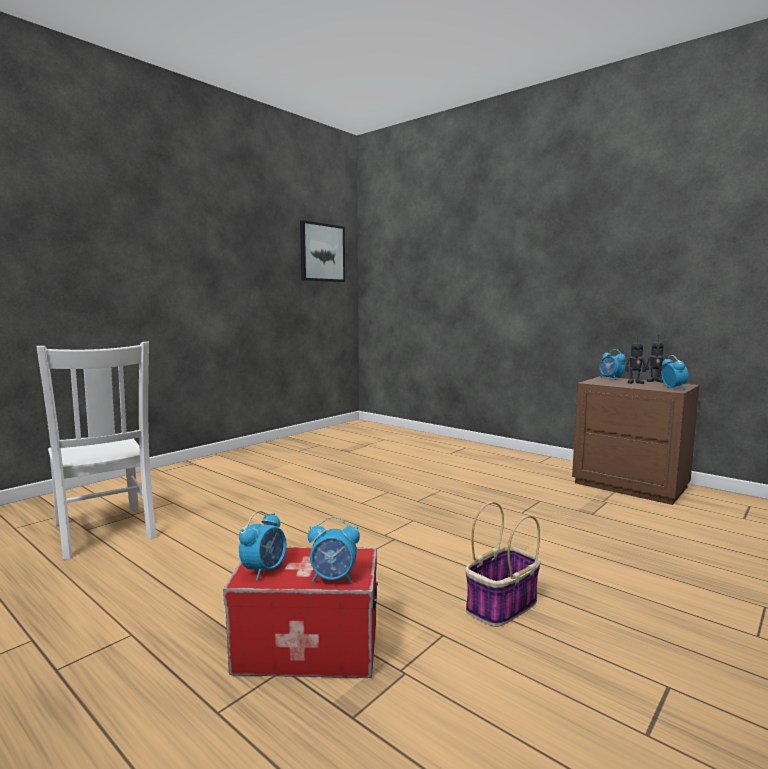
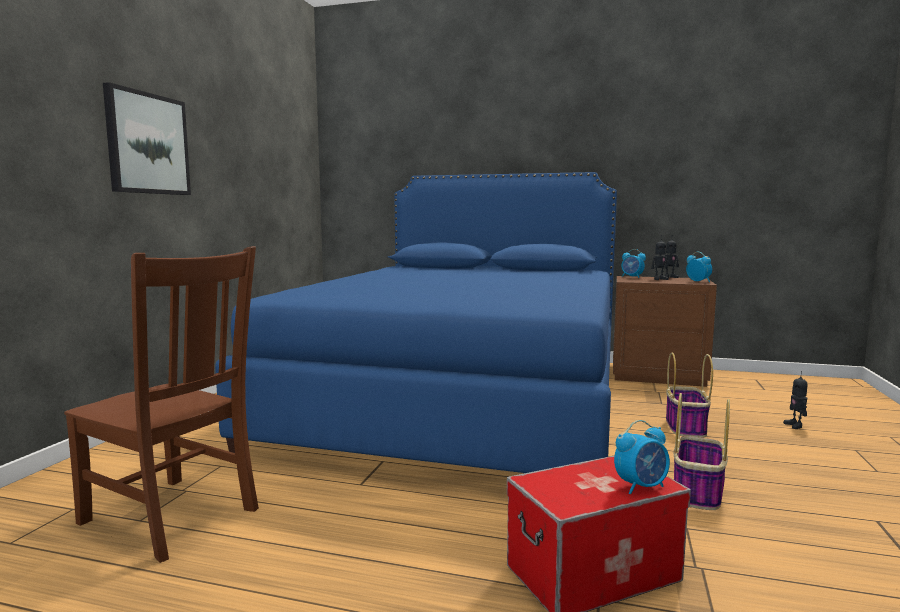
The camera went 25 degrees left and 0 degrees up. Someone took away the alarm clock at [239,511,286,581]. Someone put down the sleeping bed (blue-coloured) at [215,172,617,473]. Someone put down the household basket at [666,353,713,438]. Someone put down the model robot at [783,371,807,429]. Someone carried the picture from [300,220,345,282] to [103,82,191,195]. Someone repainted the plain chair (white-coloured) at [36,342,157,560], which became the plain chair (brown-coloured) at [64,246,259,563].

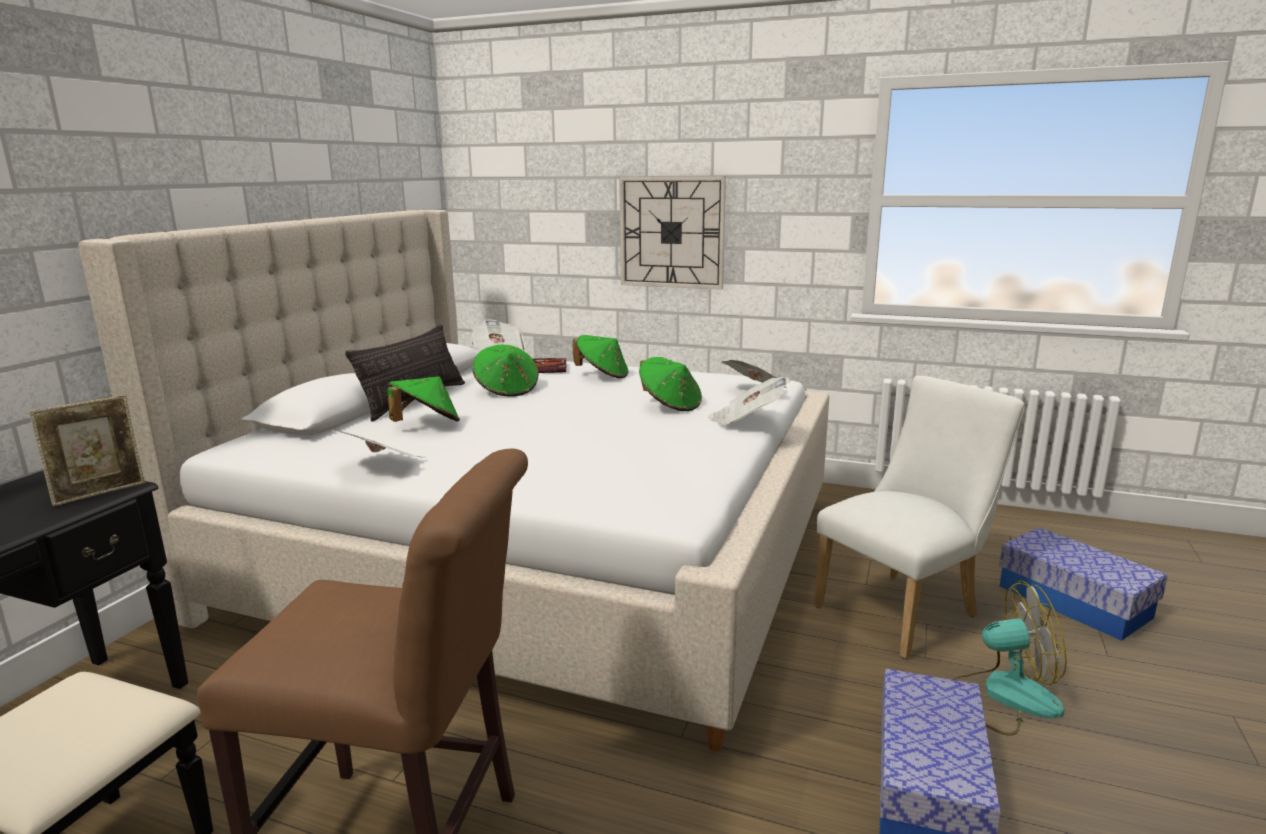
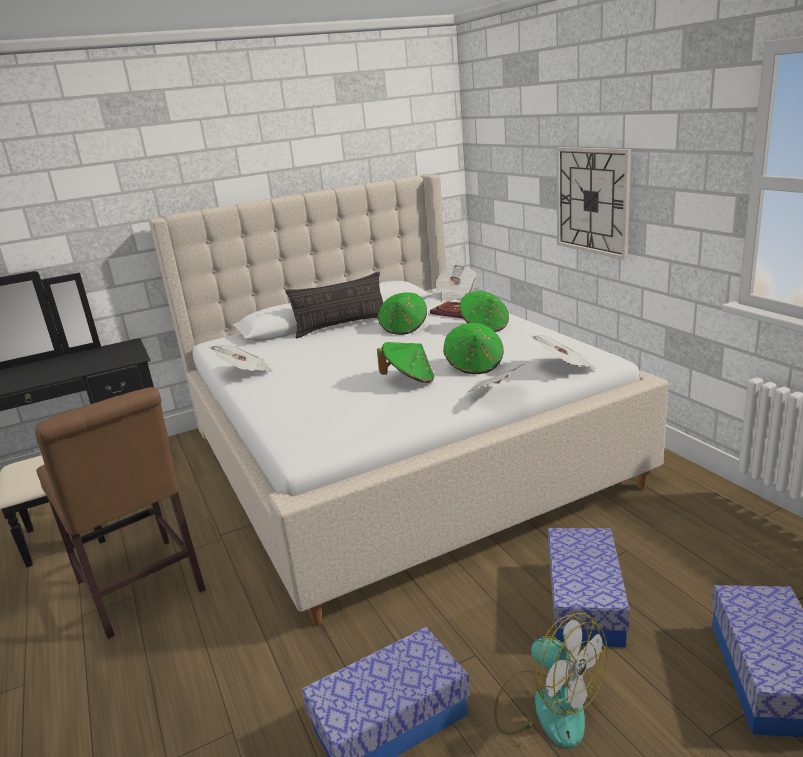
The camera went 45 degrees right and 5 degrees up. Someone took away the picture frame at [29,395,145,506]. Someone carried the clothing hat (green) from [387,376,460,422] to [377,342,434,383]. Someone swapped the plain chair (white-coloured) at [814,376,1025,659] for the storage bin at [548,528,630,647].

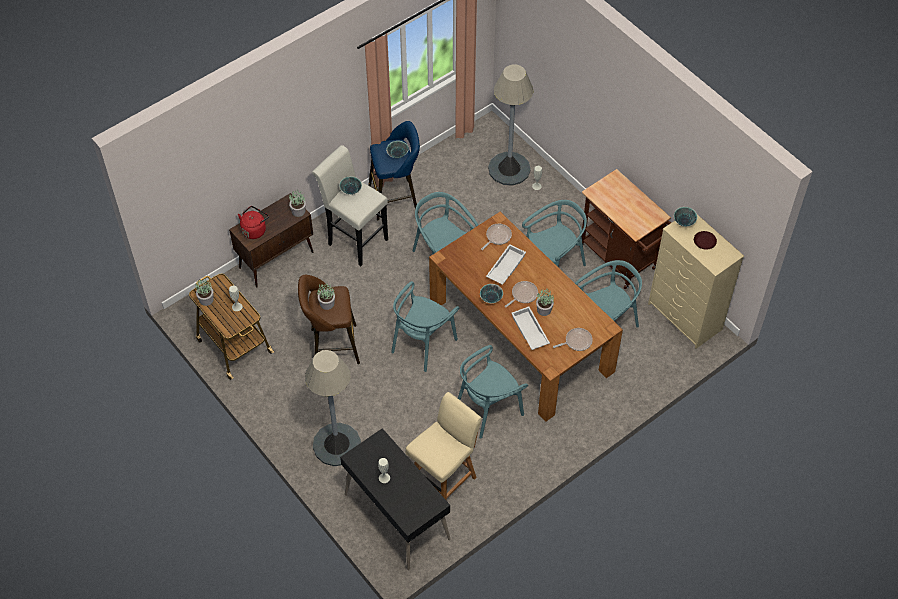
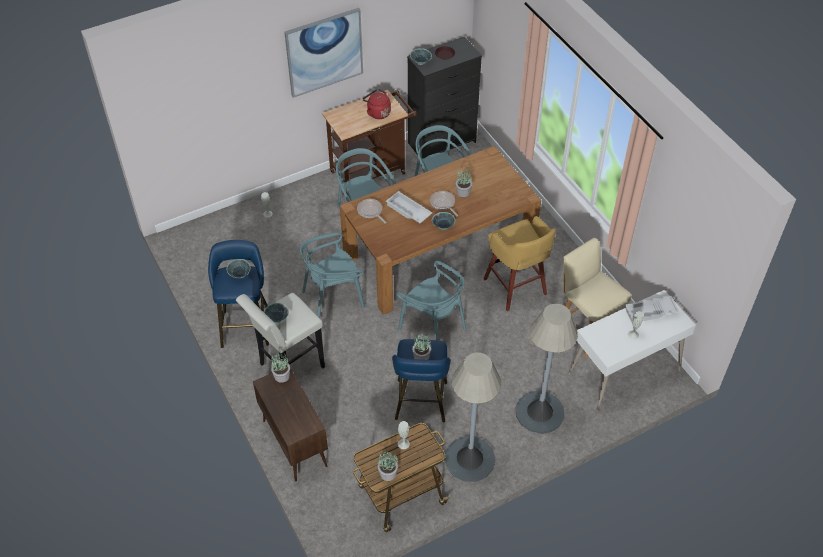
The camera went 80 degrees left and 5 degrees down. Someone took away the skillet at [553,328,593,351]. Someone put up the picture at [284,8,363,98]. Someone carried the tea kettle (reddish) from [238,206,269,239] to [363,89,391,119]. Someone carried the standing lamp (greyish) from [488,64,533,186] to [445,352,501,482]. Someone carried the tray (white-coloured) from [511,306,550,350] to [625,296,679,322]. Someone swapped the plain chair (turquoise-coloured) at [458,345,528,439] for the stool (yellow) at [483,216,556,311]. Someone repainted the stool (brown-coloured) at [298,275,360,364], which became the stool (blue-coloured) at [392,339,451,422]. Someone repainted the desk (blackish) at [340,428,451,570], which became the desk (white-coloured) at [568,290,696,412]. Someone repainted the dresser (sand-coloured) at [648,215,744,349], which became the dresser (blackish) at [407,36,482,159].

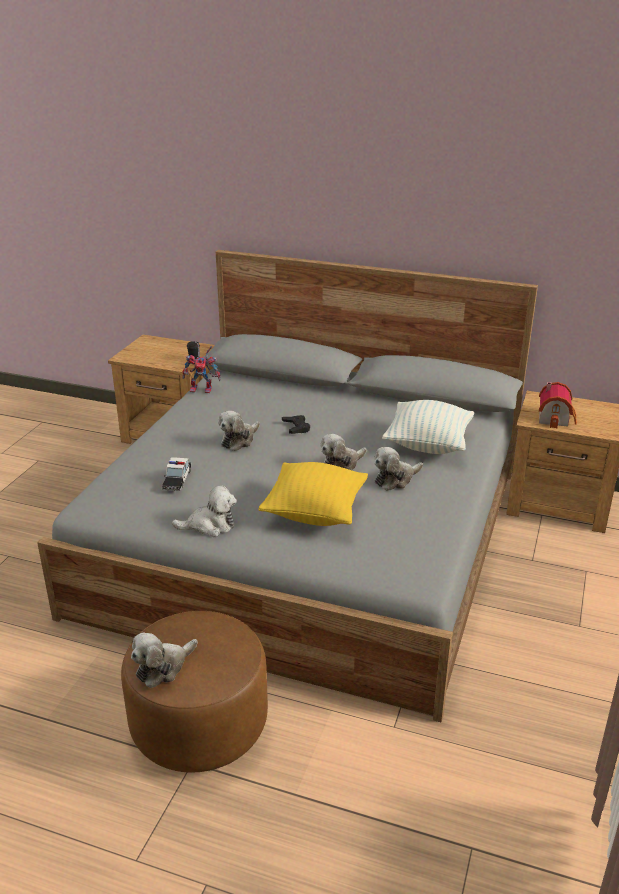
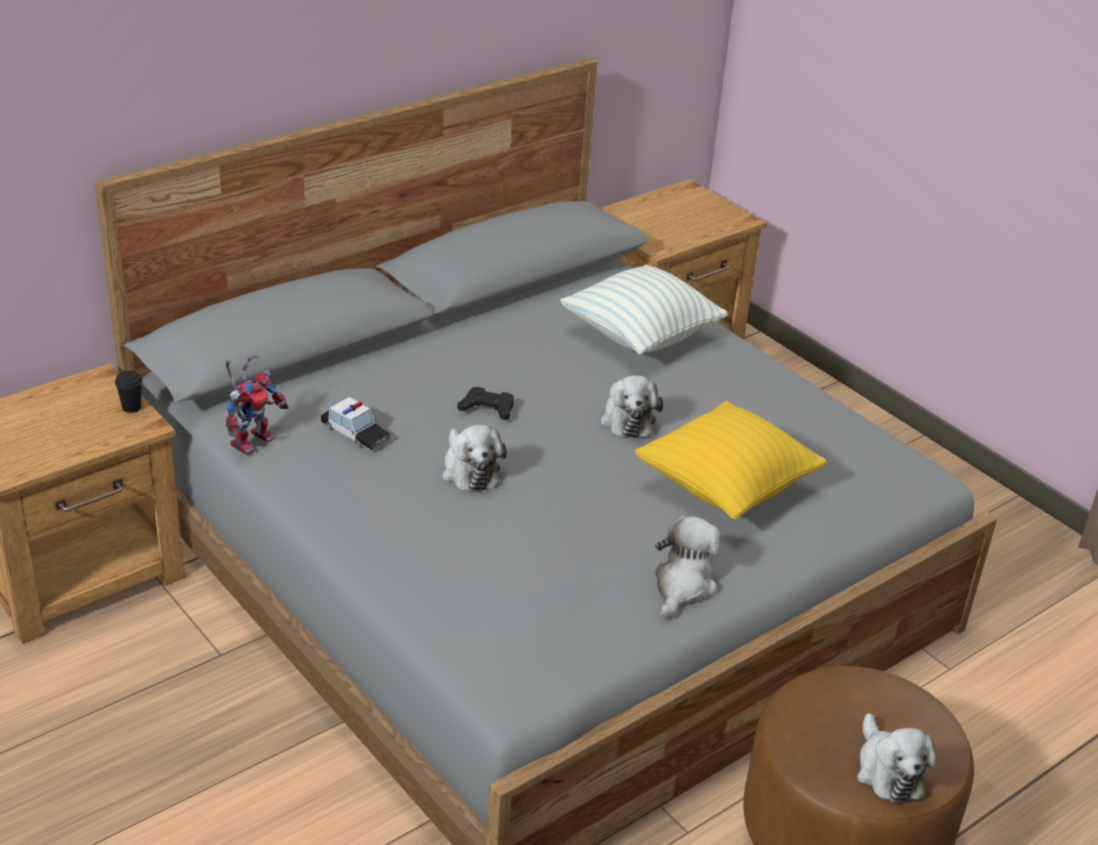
The camera went 60 degrees left and 5 degrees up. Someone took away the soft toy at [374,447,423,491]. Someone took away the toy house at [539,382,577,429]. Someone carried the miniature car from [162,457,191,491] to [321,397,391,451].

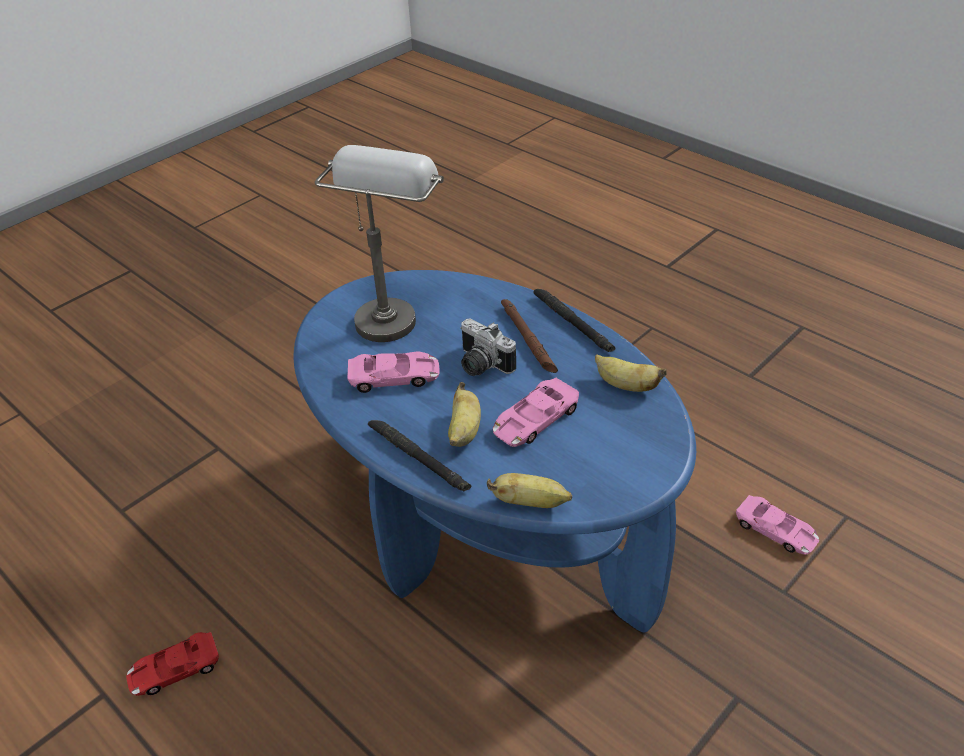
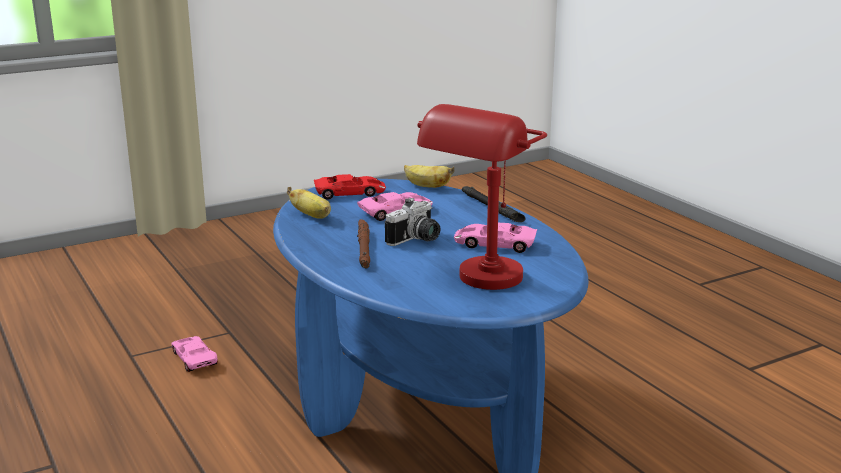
The camera went 165 degrees left and 20 degrees down. Someone took away the banana at [448,382,481,447]. Someone took away the flashlight (blackish) at [533,289,616,352]. Someone carried the miniature car (reddish) from [126,632,219,696] to [314,174,386,200]. Someone repainted the lamp for a table (greyish) at [315,145,444,342], which became the lamp for a table (reddish) at [417,104,547,290]. Someone rotated the still camera at [460,318,516,376] by 75 degrees clockwise.

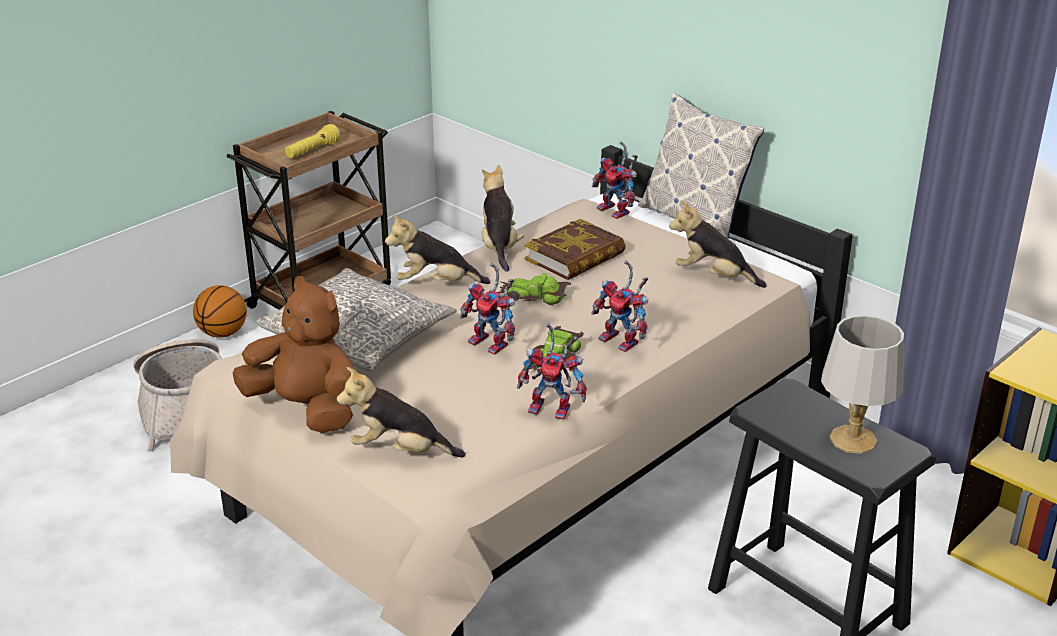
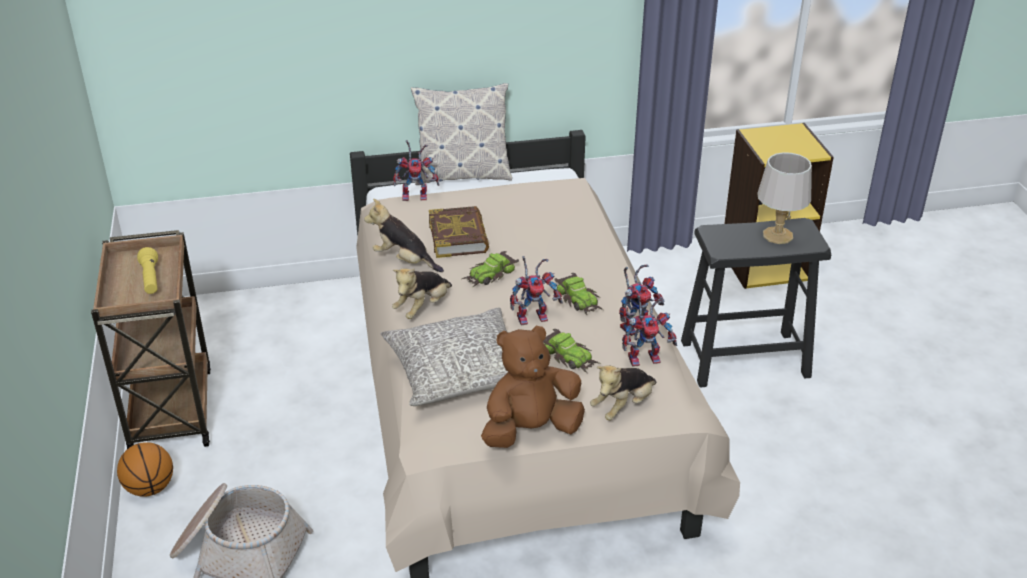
The camera went 55 degrees left and 5 degrees up. Someone took away the soft toy at [669,200,767,288]. Someone put down the miniature car at [543,329,601,373]. Someone carried the model robot from [592,261,649,352] to [622,295,677,367].

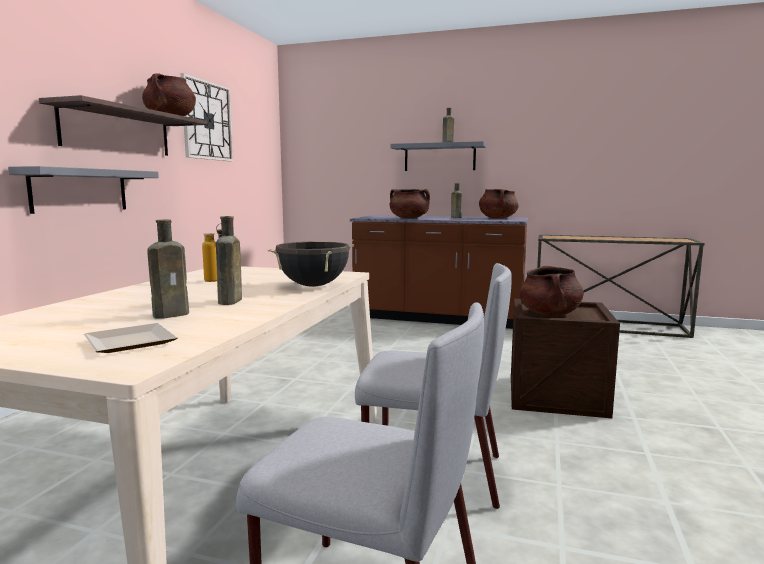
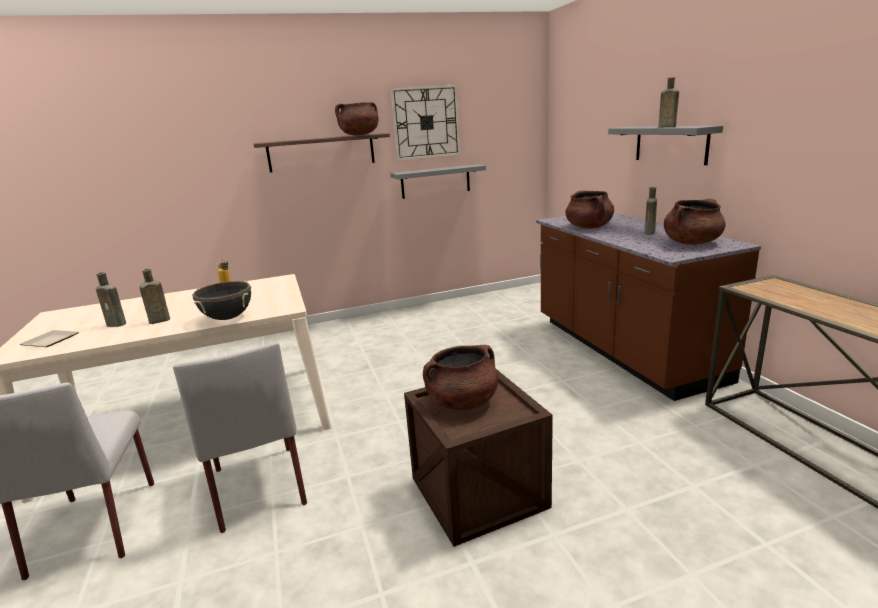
The camera went 55 degrees right and 10 degrees up. Someone carried the wall shelf (greyish) from [8,166,159,214] to [391,164,486,199].

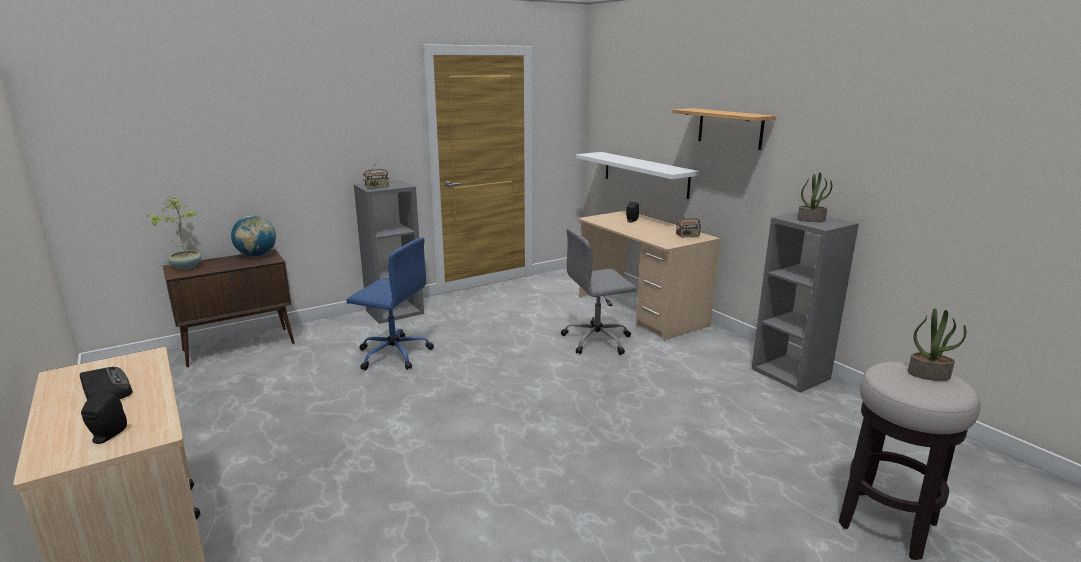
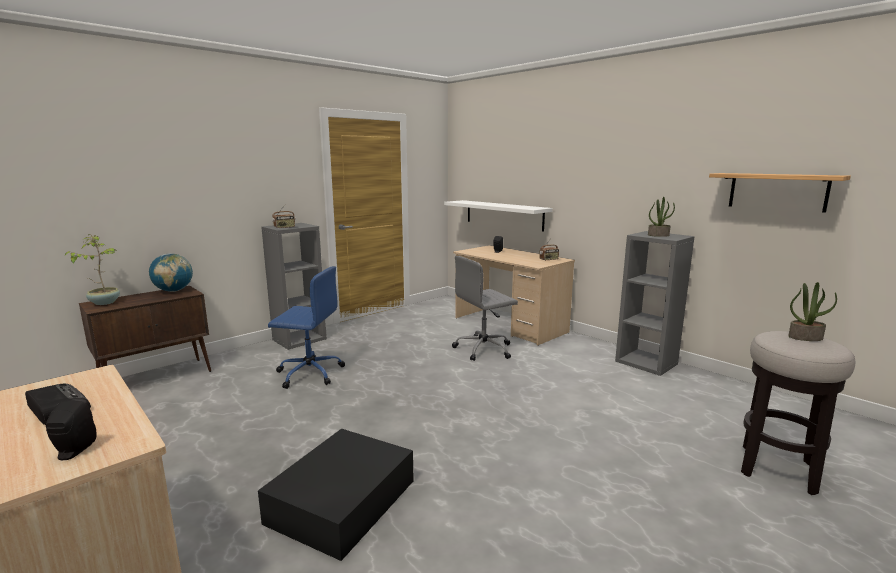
The camera went 10 degrees left and 5 degrees down. Someone put down the storage bin (blackish) at [258,429,414,561]. Someone carried the wall shelf from [672,108,776,150] to [709,173,851,213].

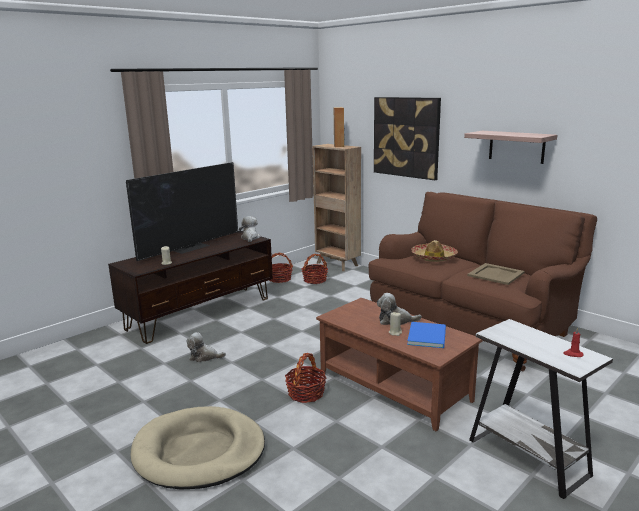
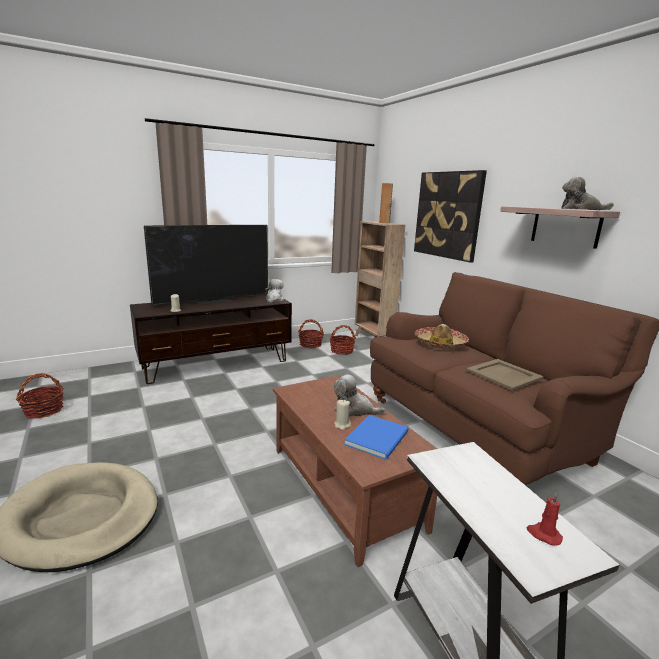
The camera went 15 degrees right and 0 degrees up. Someone carried the soft toy from [187,332,226,362] to [561,176,614,210]. Someone carried the household basket from [285,353,326,403] to [16,373,64,418].

